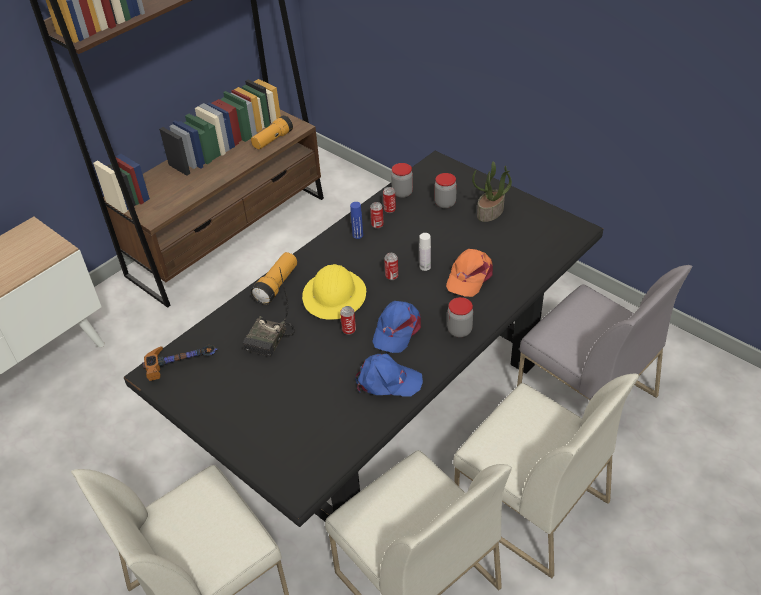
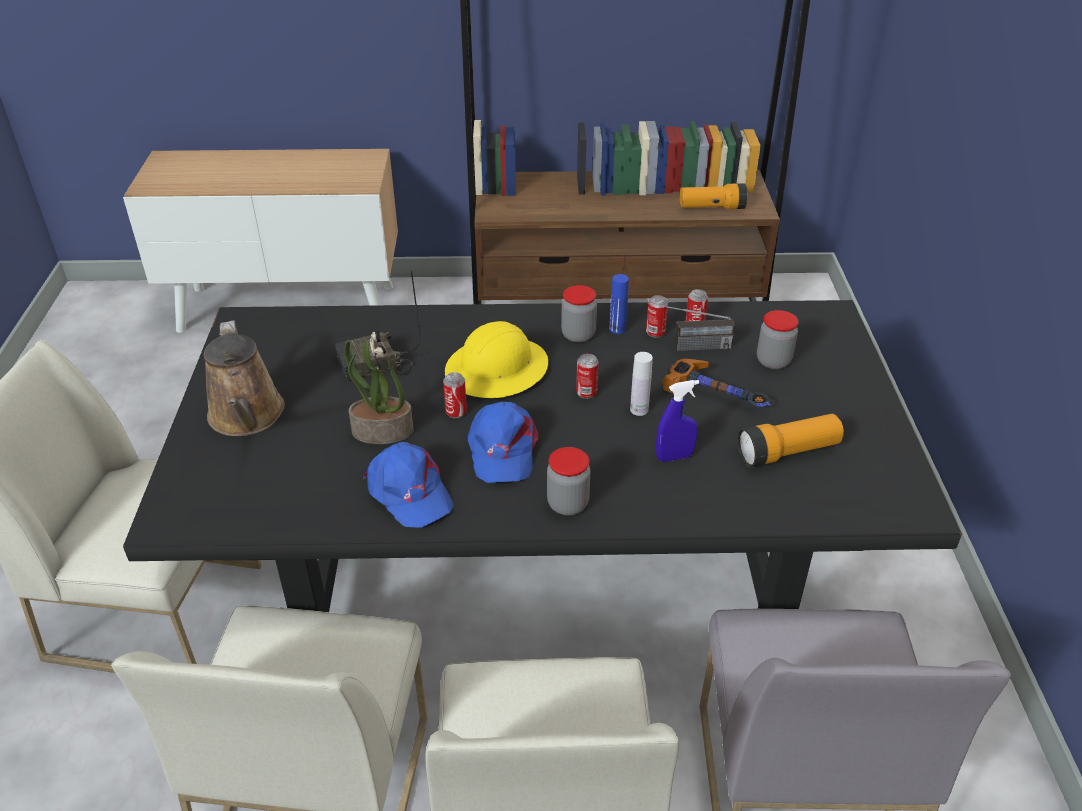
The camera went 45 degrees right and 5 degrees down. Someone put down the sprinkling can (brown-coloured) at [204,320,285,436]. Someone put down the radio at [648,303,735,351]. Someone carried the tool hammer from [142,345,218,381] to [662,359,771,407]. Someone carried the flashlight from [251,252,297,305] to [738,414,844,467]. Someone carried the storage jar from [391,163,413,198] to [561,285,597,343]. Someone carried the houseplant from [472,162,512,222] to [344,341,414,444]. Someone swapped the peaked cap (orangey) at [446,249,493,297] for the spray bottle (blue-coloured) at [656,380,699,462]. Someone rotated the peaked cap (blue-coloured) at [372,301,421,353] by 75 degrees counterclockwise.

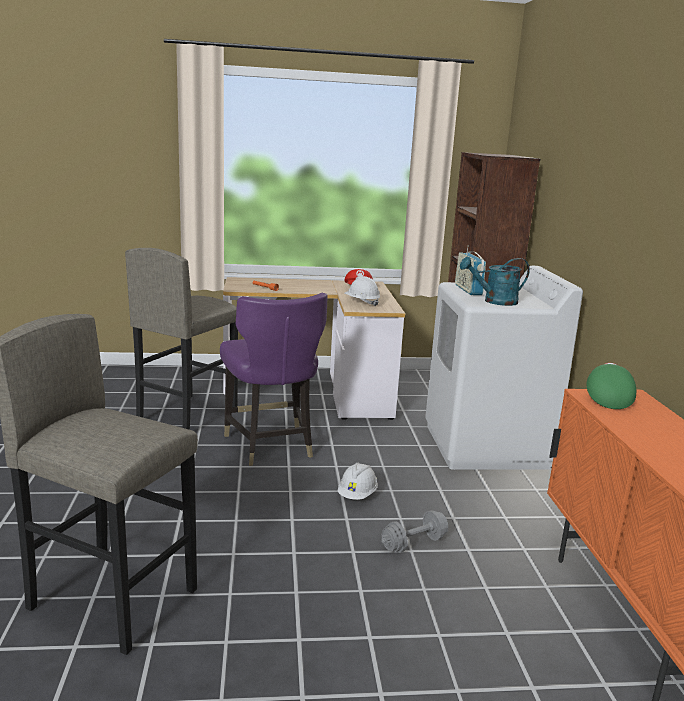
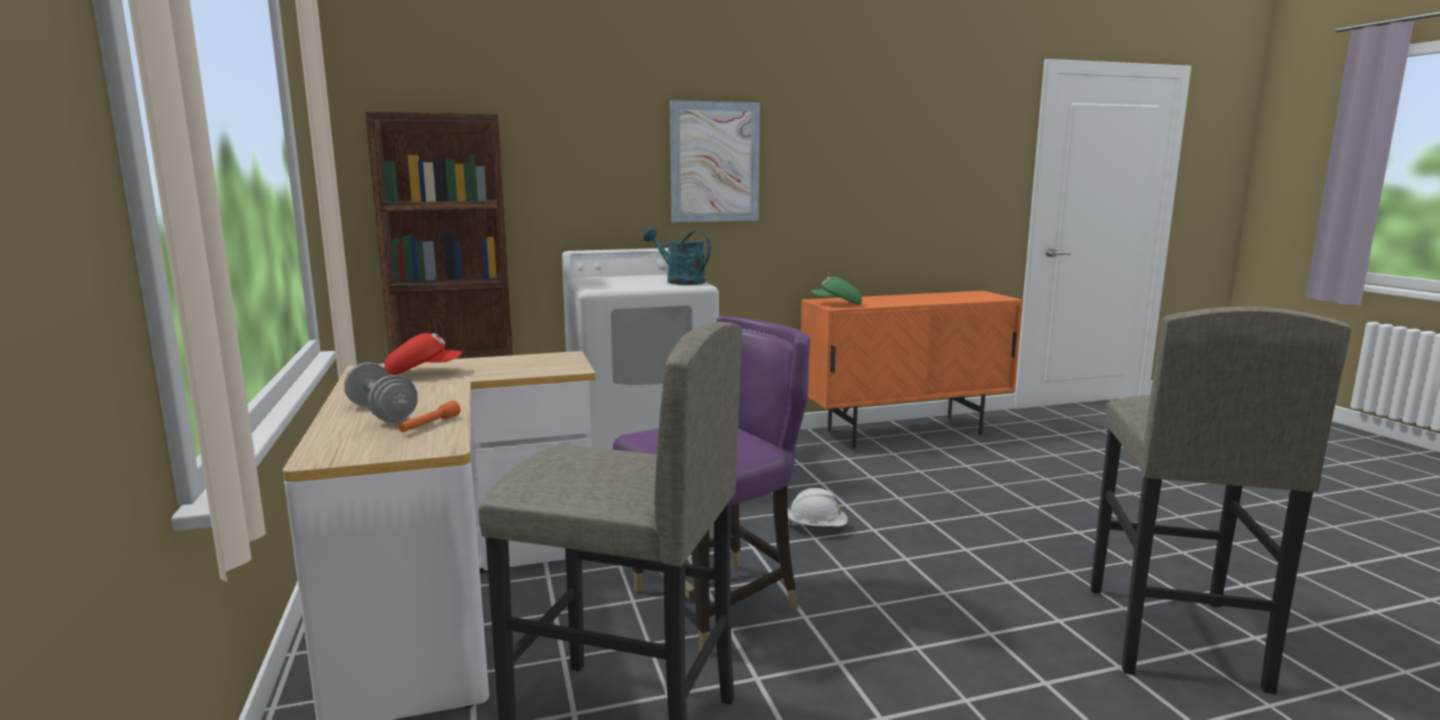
The camera went 100 degrees left and 5 degrees down. Someone took away the hard hat (white-coloured) at [345,276,380,306]. Someone took away the radio at [455,246,486,295]. Someone put up the picture at [670,100,760,222]. Someone carried the dumbbell (greyish) from [381,510,448,553] to [344,362,418,422]. Someone rotated the sprinkling can (turquoise-coloured) at [460,256,530,306] by 150 degrees clockwise.

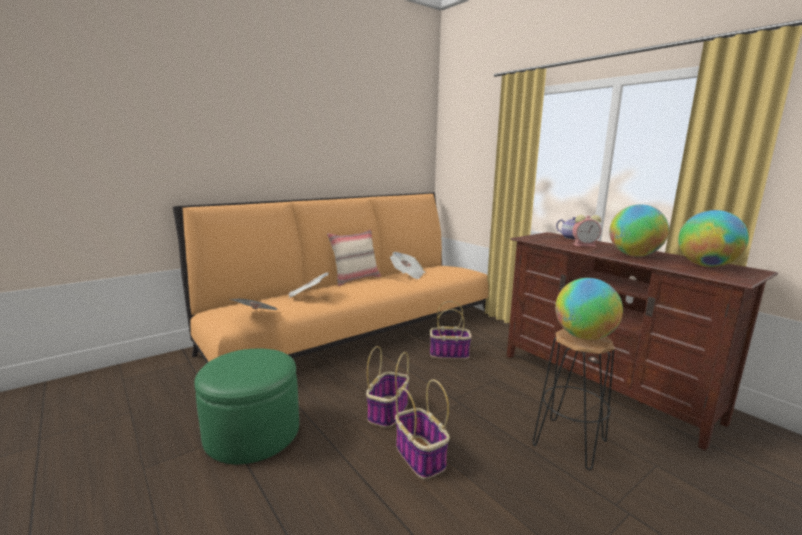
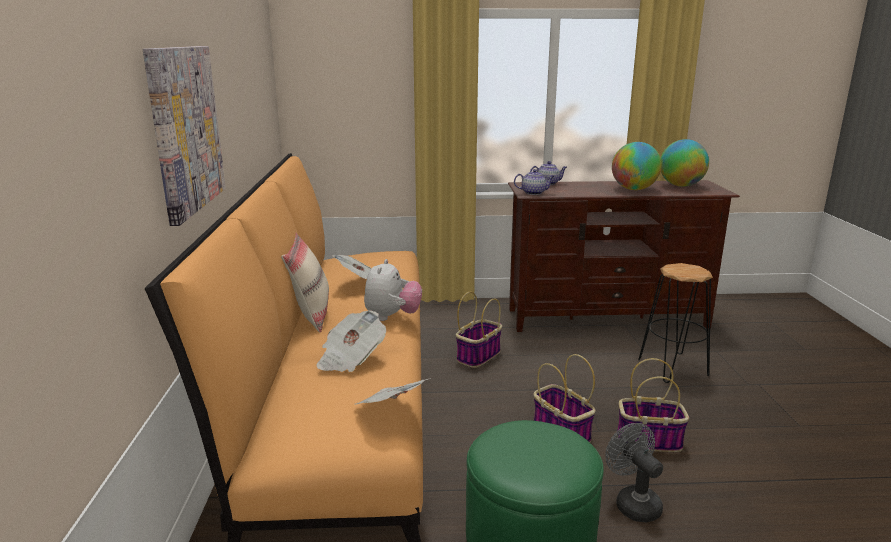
The camera went 55 degrees left and 5 degrees up. Someone took away the world globe at [555,278,623,340]. Someone took away the alarm clock at [572,215,601,247]. Someone put up the picture at [143,46,226,226]. Someone put down the soft toy at [364,259,422,321]. Someone put down the teapot at [514,169,554,195]. Someone put down the fan (greyish) at [605,423,663,522].

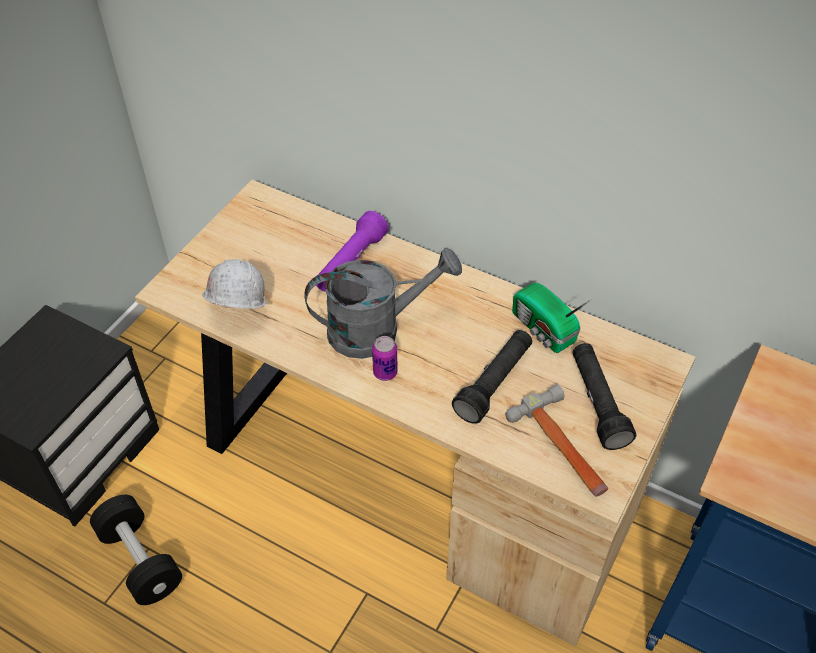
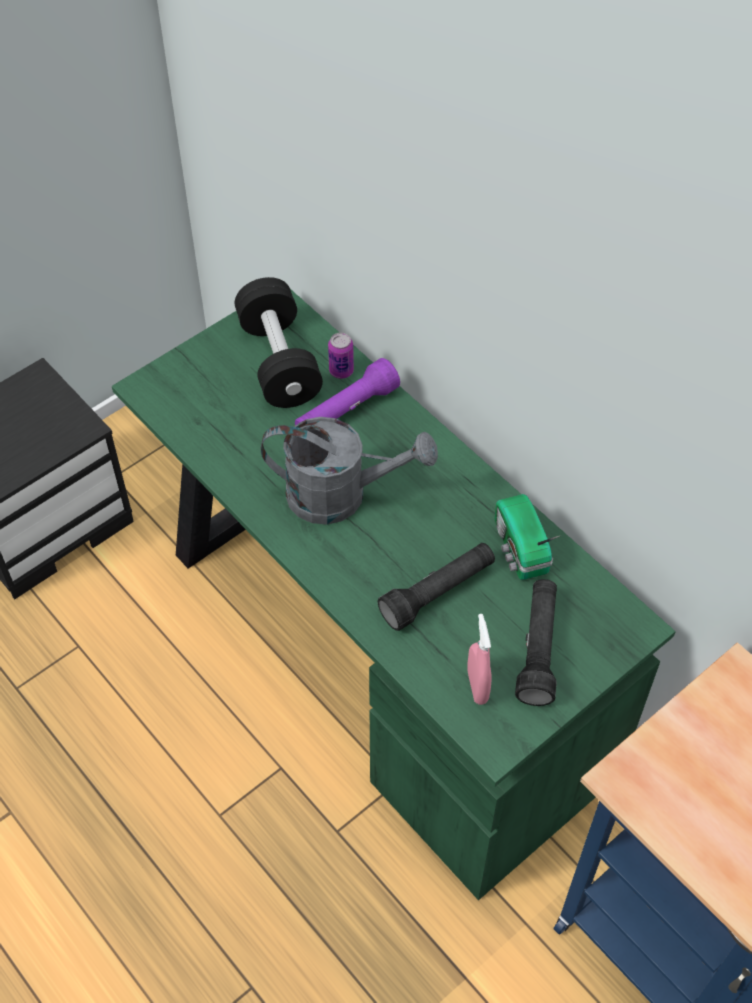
The camera went 20 degrees right and 5 degrees up. Someone took away the hard hat (white-coloured) at [202,259,266,309]. Someone carried the dumbbell (blackish) from [90,495,182,605] to [235,277,323,408]. Someone carried the metal can from [372,336,398,381] to [328,332,354,379]. Someone swapped the tool hammer at [505,384,608,497] for the spray bottle (pink-coloured) at [467,614,492,705]. Someone repainted the desk (sand-coloured) at [135,180,696,647], which became the desk (green) at [112,289,676,900].

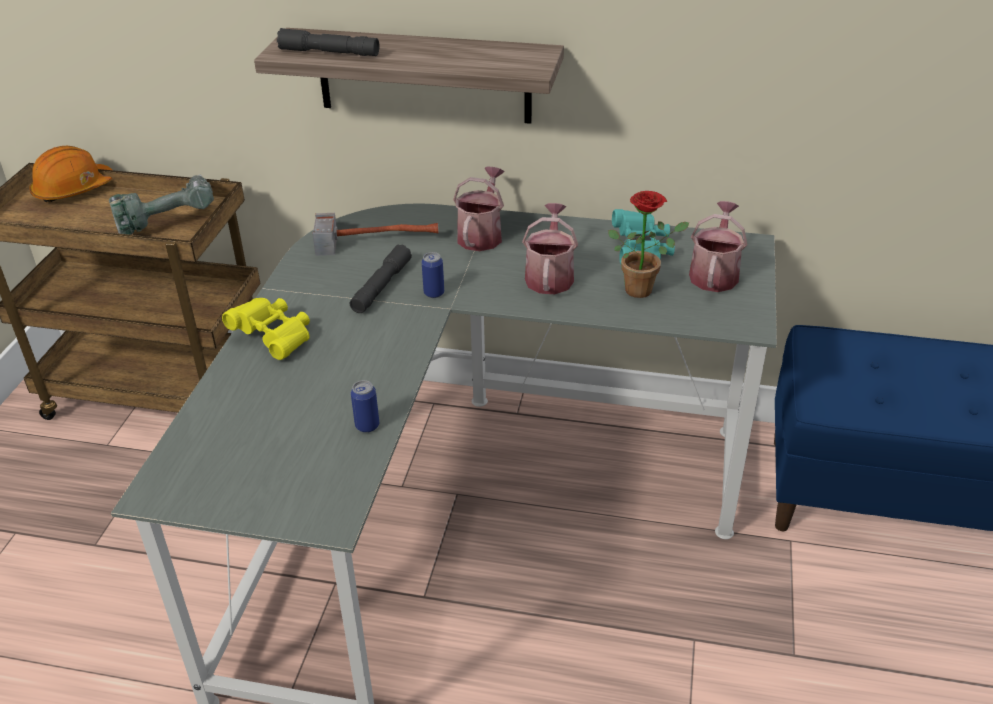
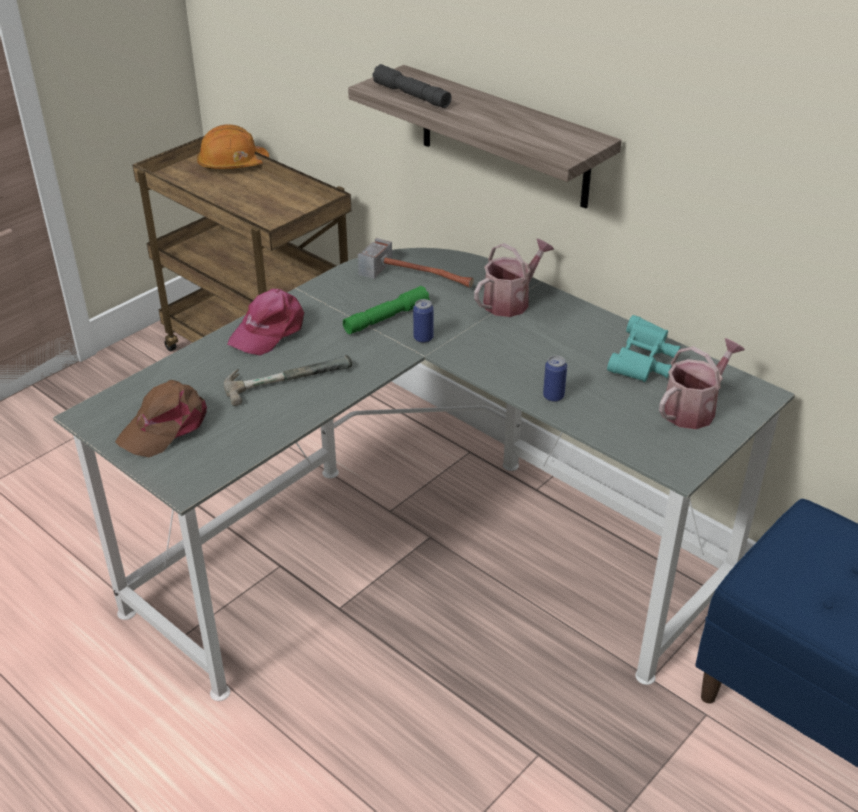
The camera went 30 degrees right and 0 degrees up. Someone took away the power drill at [109,174,214,235]. Someone took away the sprinkling can at [522,203,578,294]. Someone took away the houseplant at [608,191,689,298]. Someone put down the peaked cap (brown-coloured) at [115,380,207,457]. Someone put down the tool hammer at [224,355,352,406]. Someone carried the metal can from [351,380,379,433] to [543,355,567,402]. Someone swapped the pair of binoculars (yellow) at [222,298,310,360] for the peaked cap (pink-coloured) at [228,289,304,356]. Someone repainted the flashlight (greyish) at [350,244,412,313], which became the flashlight (green) at [343,286,430,334].

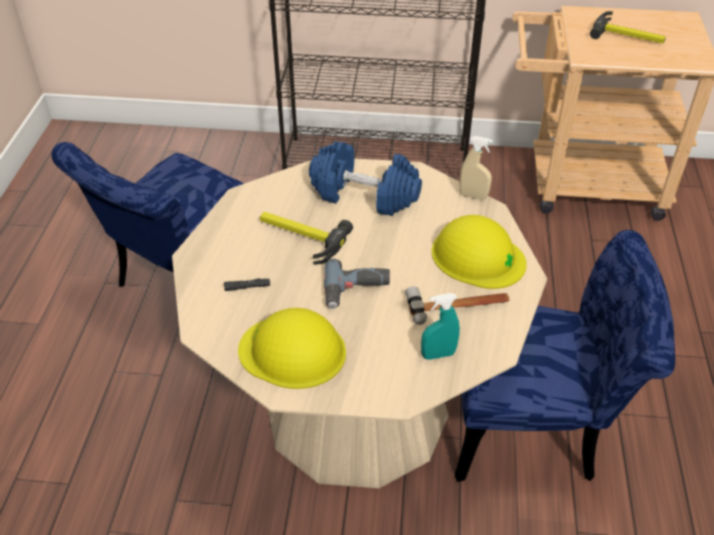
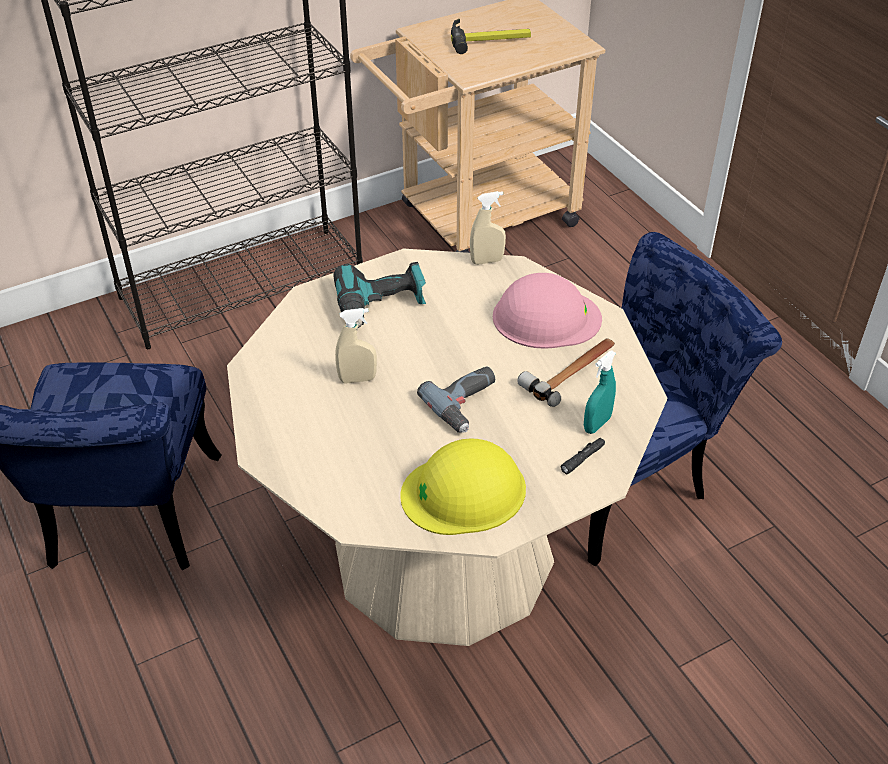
The camera went 35 degrees left and 0 degrees up. Someone carried the flashlight (blackish) from [224,278,270,291] to [561,438,605,474]. Someone swapped the tool hammer at [260,212,353,265] for the spray bottle (sand-coloured) at [335,308,377,384]. Someone swapped the dumbbell (blue-coloured) at [309,142,422,216] for the power drill at [333,262,426,330]. Someone repainted the hard hat (yellow) at [431,215,527,289], which became the hard hat (pink-coloured) at [493,273,602,349].

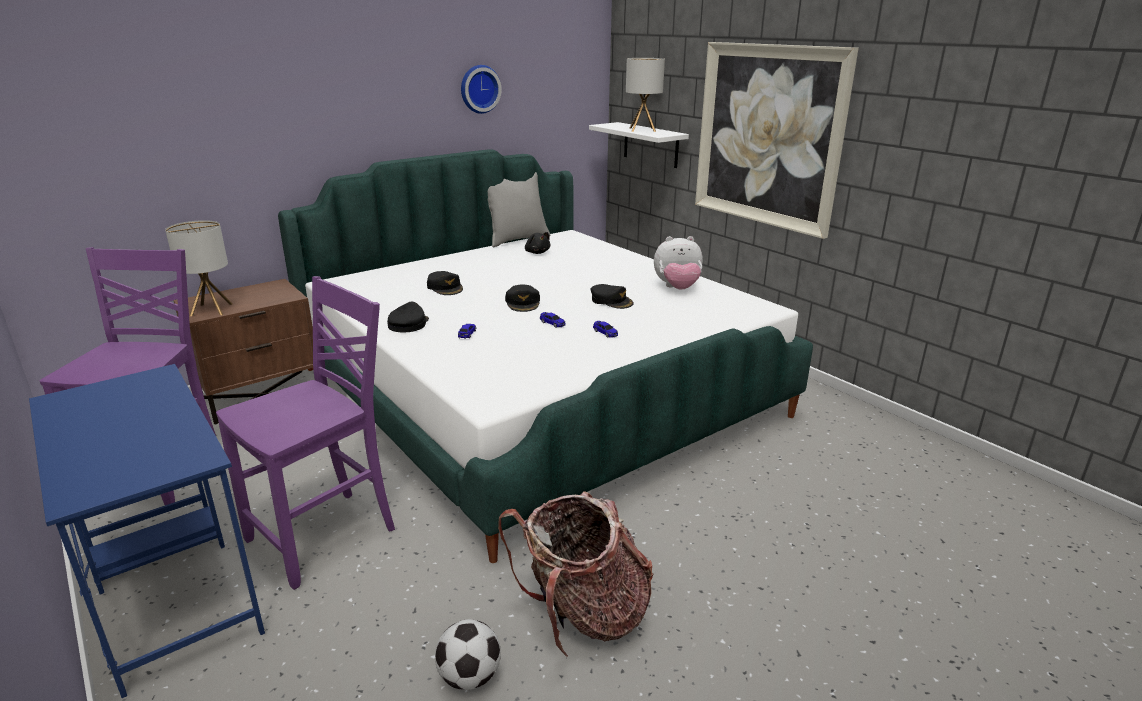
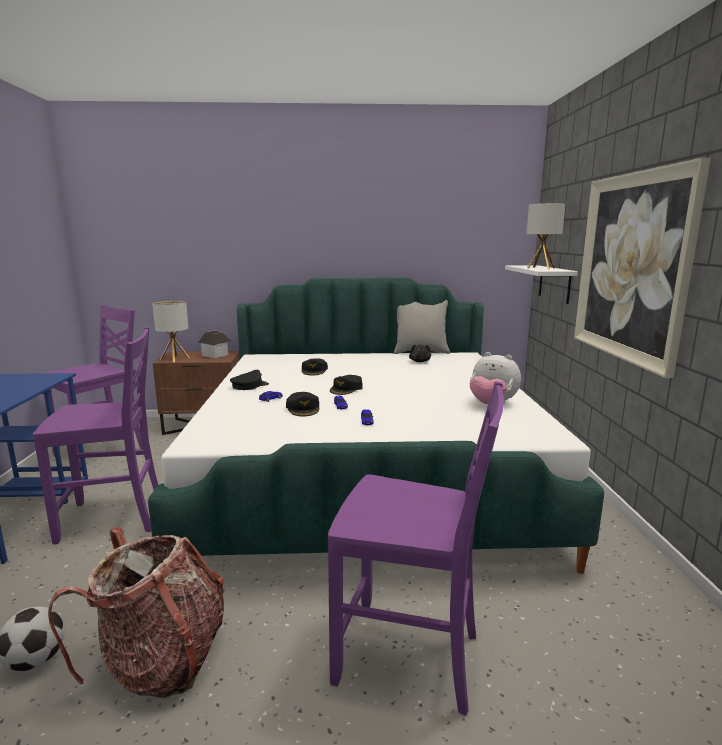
The camera went 35 degrees right and 10 degrees down. Someone took away the clock on the wall at [461,65,502,114]. Someone put down the toy house at [198,330,231,358]. Someone put down the plain chair (purplish) at [328,381,504,716]. Someone carried the peaked cap (blackish) from [591,284,634,309] to [286,392,319,416].

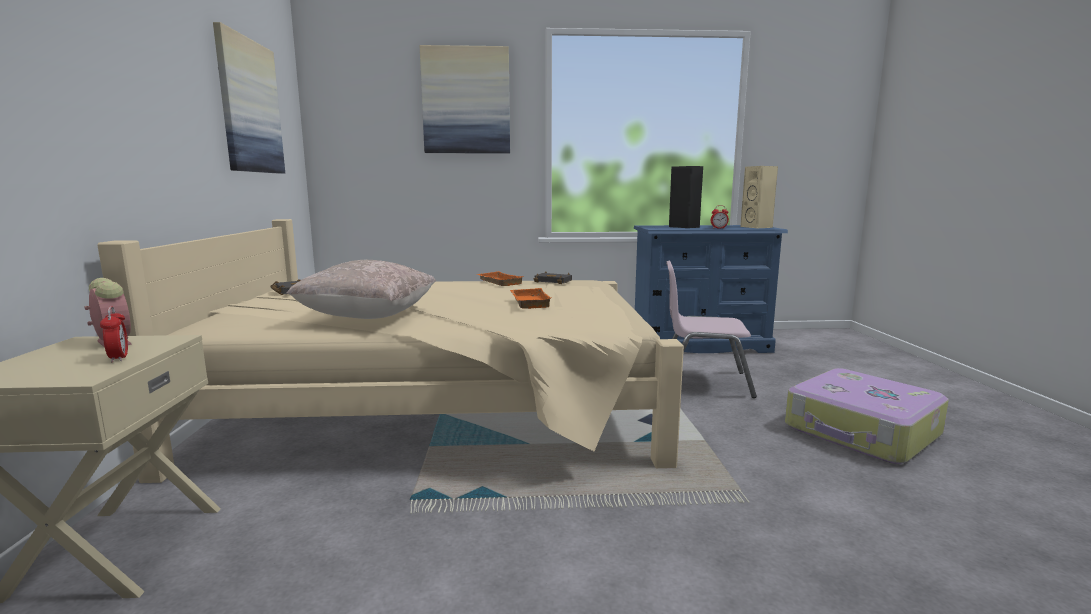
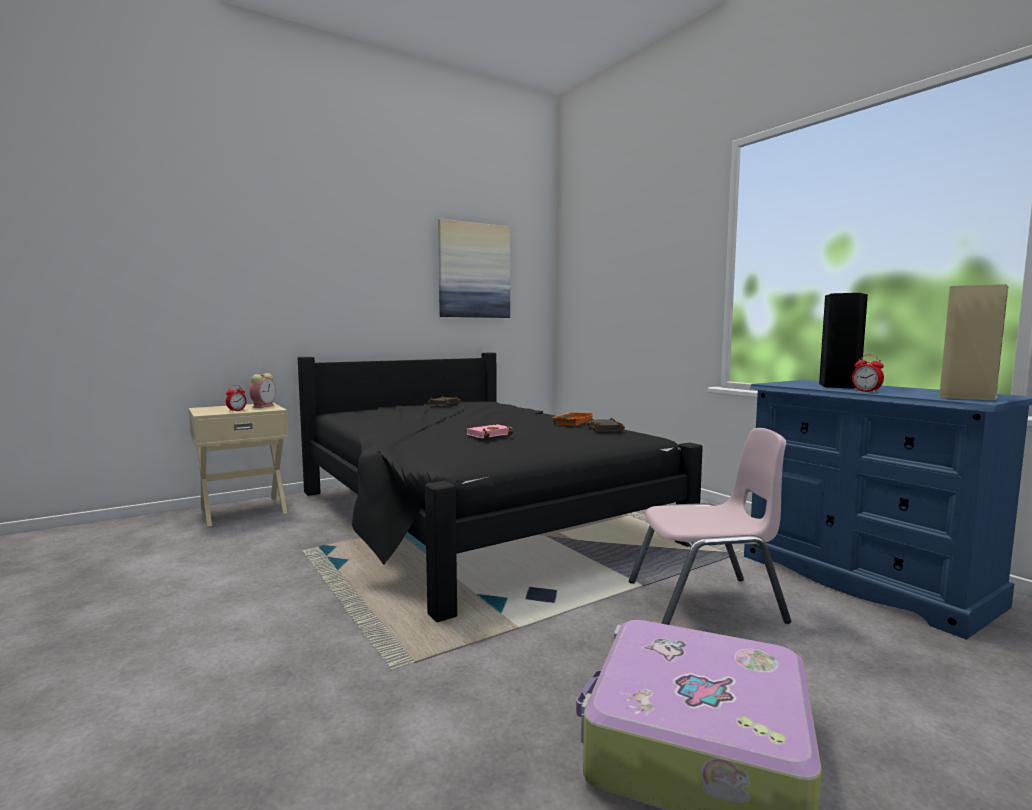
The camera went 60 degrees right and 5 degrees down. Someone took away the cushion (sand-coloured) at [286,260,436,319]. Someone took away the picture at [420,45,510,154]. Someone swapped the tray (orangey) at [510,288,551,309] for the volume (pink-coloured) at [465,423,514,439]. Someone repainted the sleeping bed (sand-coloured) at [97,219,684,483], which became the sleeping bed (blackish) at [298,353,703,622]. Someone rotated the plain chair (pink-coloured) at [666,260,757,398] by 105 degrees clockwise.

